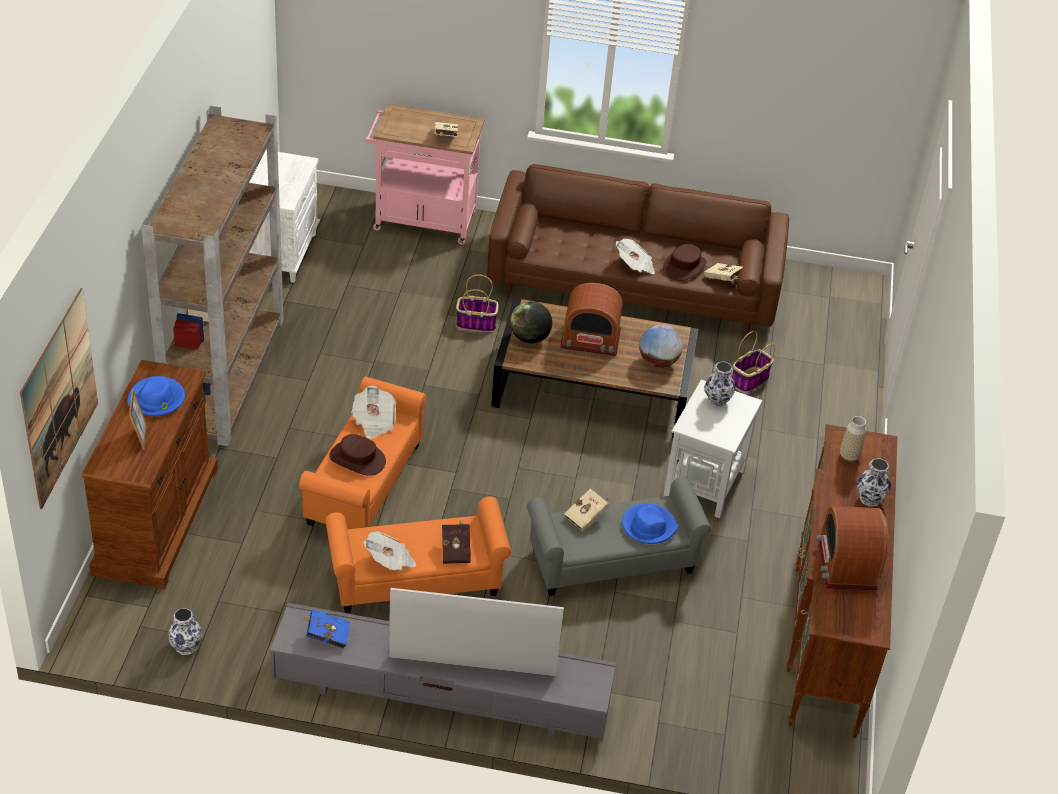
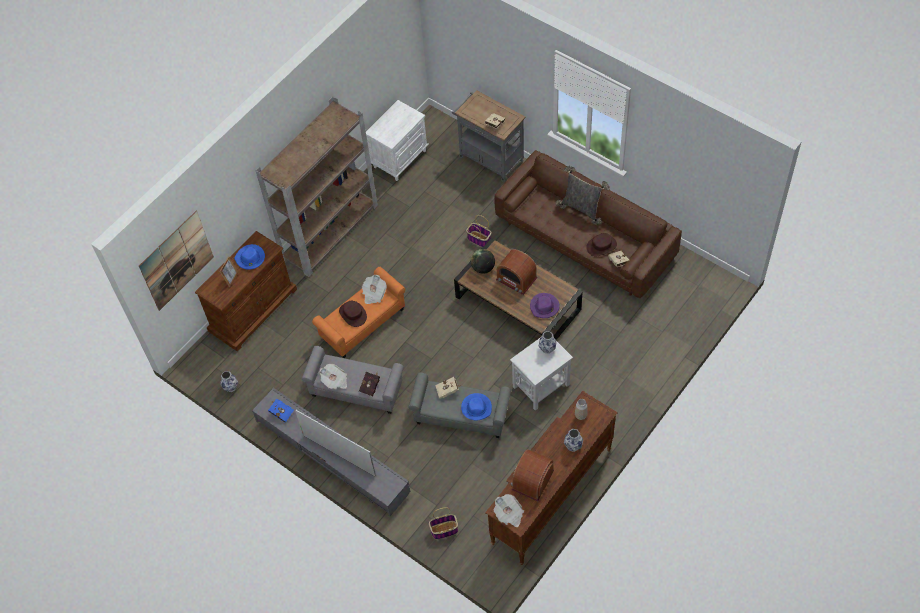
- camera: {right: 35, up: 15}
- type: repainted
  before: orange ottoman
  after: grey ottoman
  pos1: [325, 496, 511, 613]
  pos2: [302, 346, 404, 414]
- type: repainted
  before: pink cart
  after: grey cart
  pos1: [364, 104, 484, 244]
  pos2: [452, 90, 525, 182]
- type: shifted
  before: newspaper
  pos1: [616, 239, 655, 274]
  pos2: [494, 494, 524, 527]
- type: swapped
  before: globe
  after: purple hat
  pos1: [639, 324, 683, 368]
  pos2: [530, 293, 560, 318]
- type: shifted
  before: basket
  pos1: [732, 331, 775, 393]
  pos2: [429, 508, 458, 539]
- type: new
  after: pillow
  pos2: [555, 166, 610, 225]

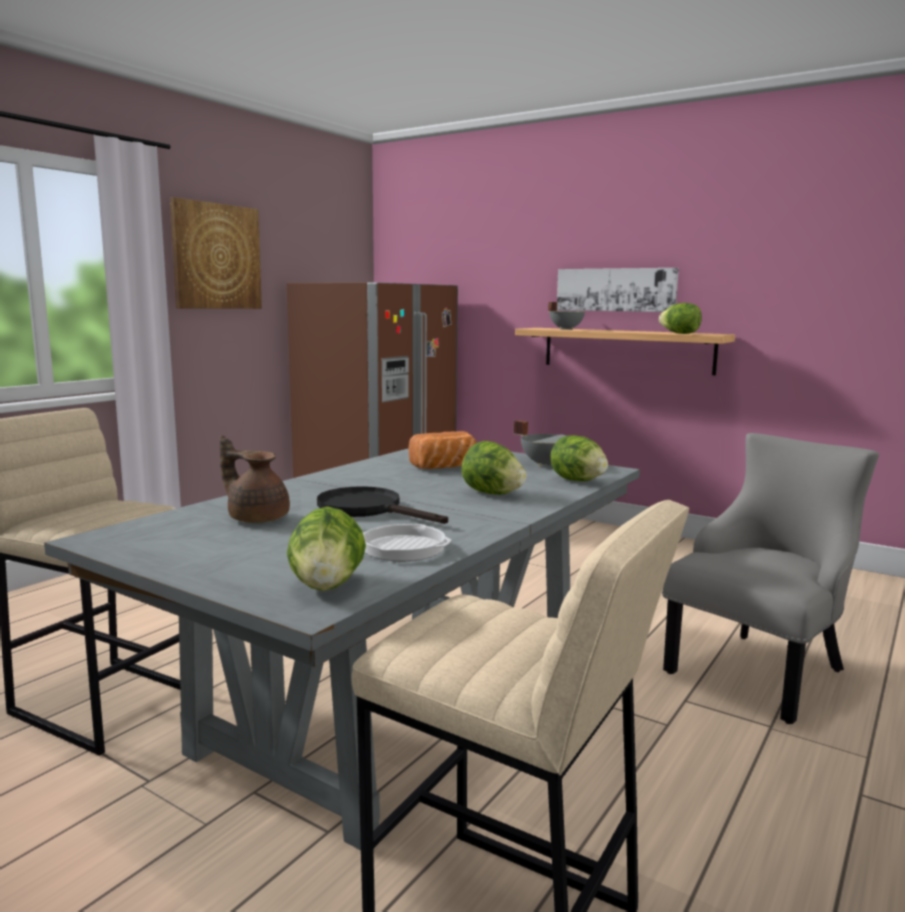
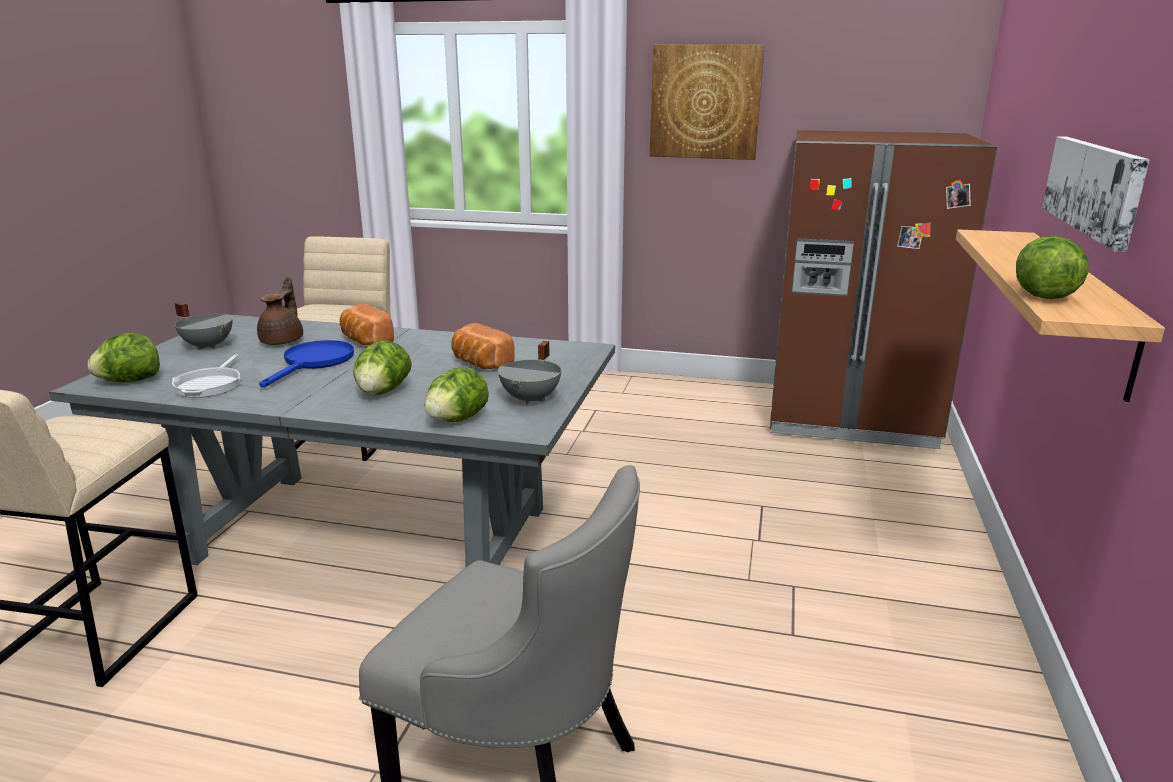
- camera: {right: 70, up: 10}
- type: repainted
  before: black frying pan
  after: blue frying pan
  pos1: [317, 486, 448, 524]
  pos2: [259, 340, 354, 387]
- type: shifted
  before: grey cooking pot
  pos1: [548, 302, 585, 330]
  pos2: [174, 302, 233, 350]
- type: new
  after: bread
  pos2: [340, 303, 394, 345]

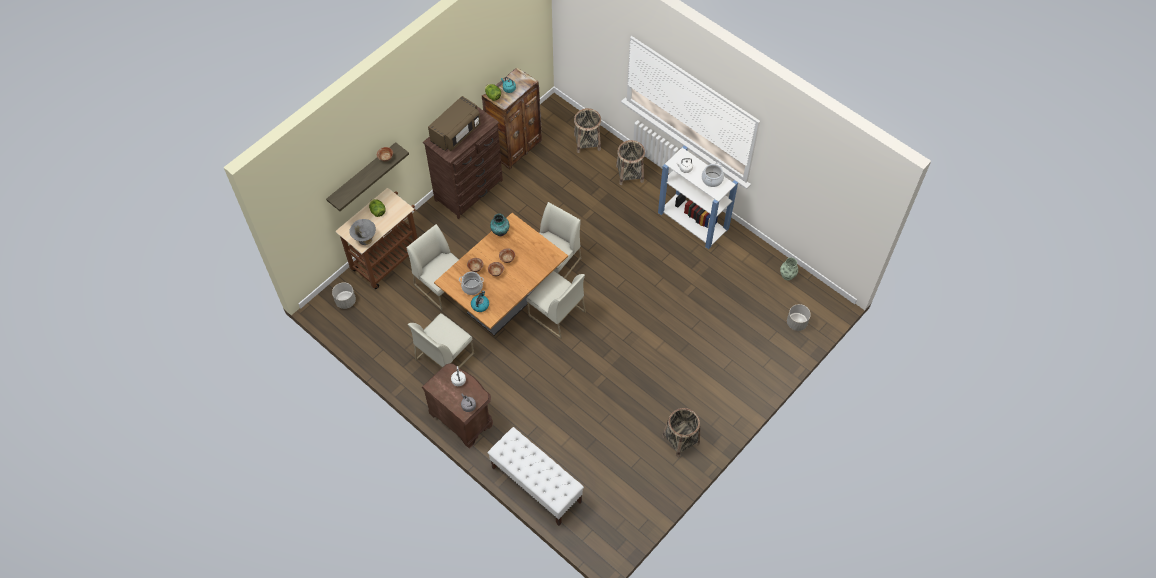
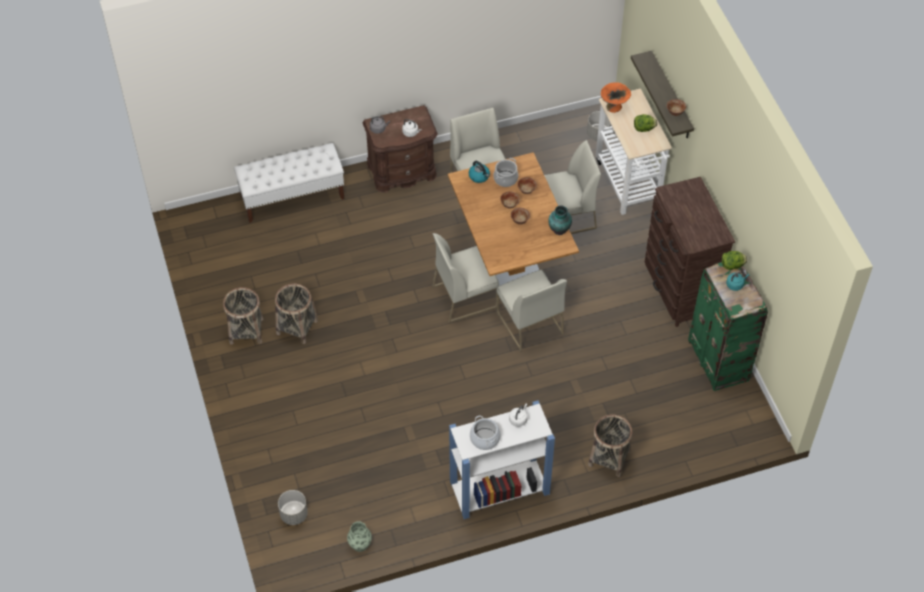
- camera: {right: 120, up: -5}
- type: repainted
  before: brown cart
  after: white cart
  pos1: [336, 188, 417, 289]
  pos2: [596, 89, 672, 215]
- type: repainted
  before: grey bowl
  after: orange bowl
  pos1: [349, 219, 376, 245]
  pos2: [601, 82, 631, 113]
- type: gone
  before: brown microwave
  pos1: [428, 96, 481, 151]
- type: repainted
  before: brown cabinet
  after: green cabinet
  pos1: [482, 68, 542, 170]
  pos2: [688, 262, 768, 391]
- type: shifted
  before: basket
  pos1: [574, 108, 601, 153]
  pos2: [275, 284, 318, 344]

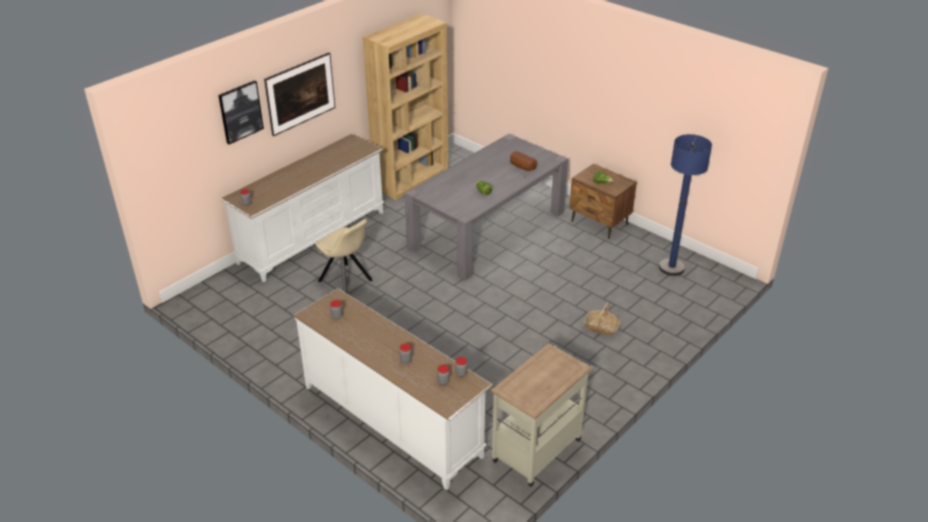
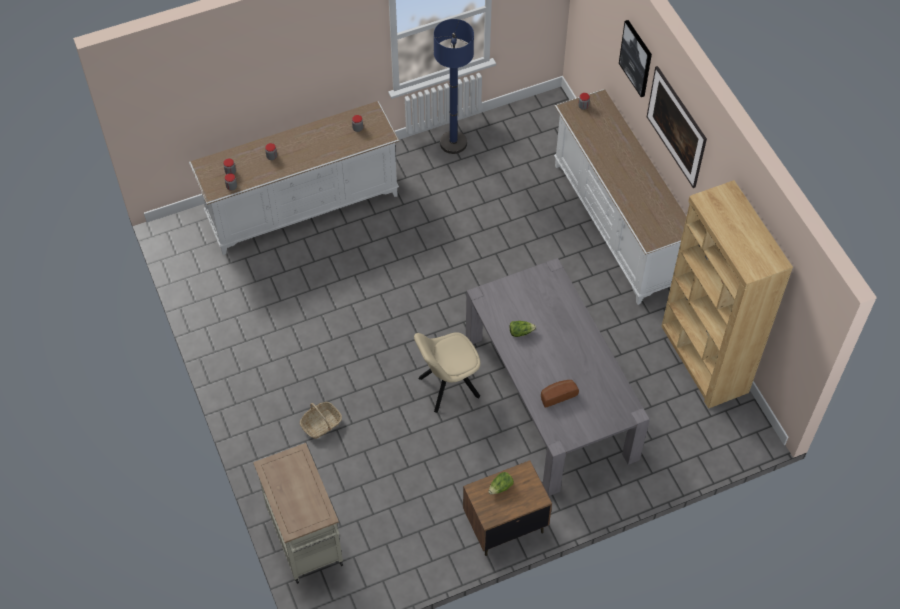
- camera: {right: 115, up: 20}
- type: shifted
  before: beige chair
  pos1: [315, 219, 372, 293]
  pos2: [414, 332, 480, 413]
- type: shifted
  before: beige cart
  pos1: [491, 343, 593, 487]
  pos2: [253, 443, 343, 584]
- type: shifted
  before: blue floor lamp
  pos1: [659, 134, 712, 276]
  pos2: [434, 19, 474, 154]

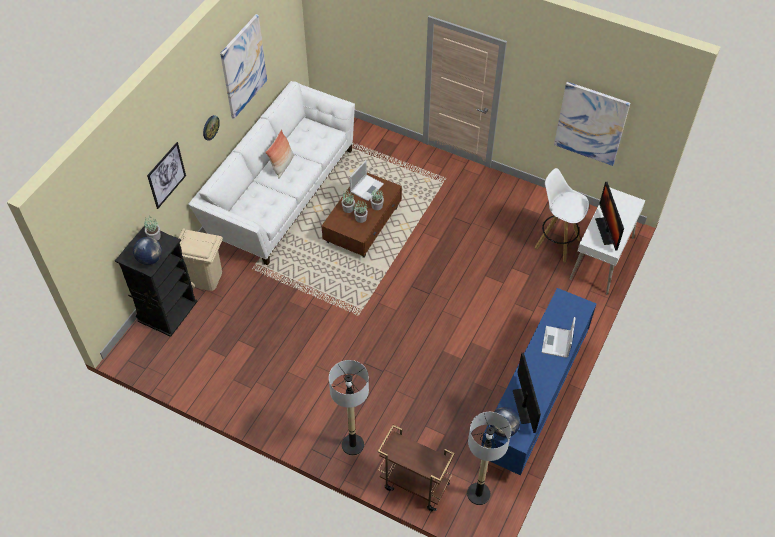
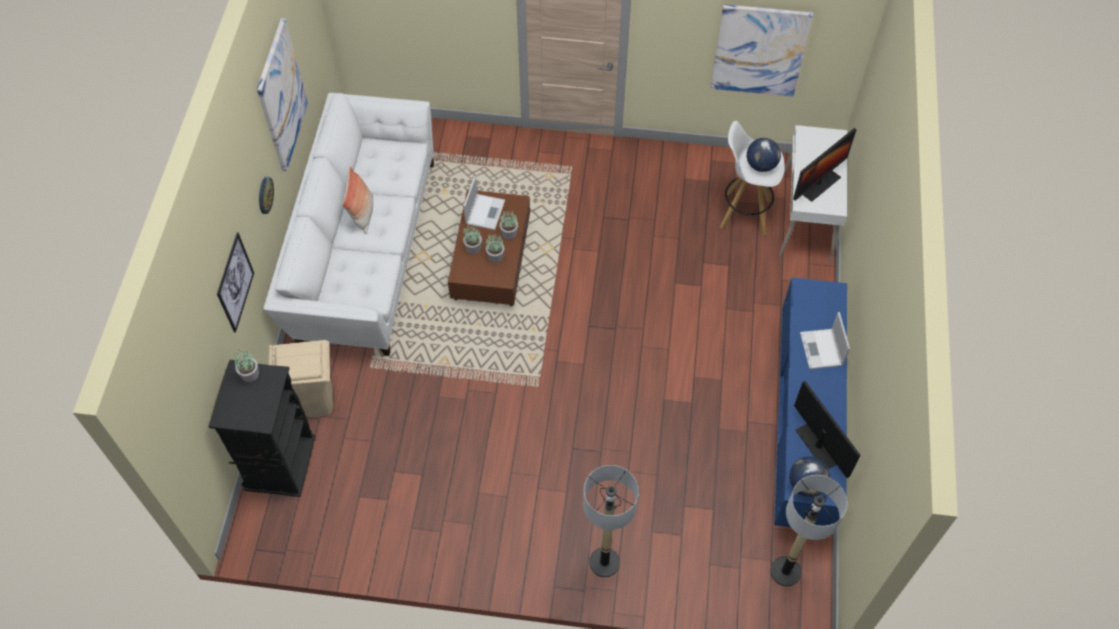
- camera: {right: -20, up: 5}
- type: shifted
  before: globe
  pos1: [133, 237, 162, 265]
  pos2: [747, 138, 781, 172]
- type: gone
  before: brown cart
  pos1: [378, 425, 455, 511]
- type: rotated
  before: monitor
  pos1: [595, 182, 624, 251]
  pos2: [793, 128, 857, 202]
  turn: -105

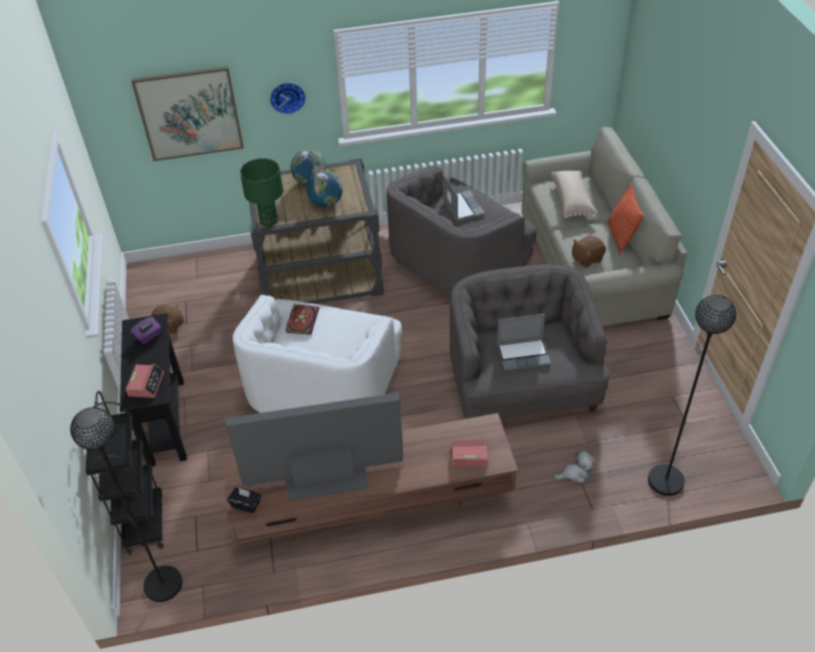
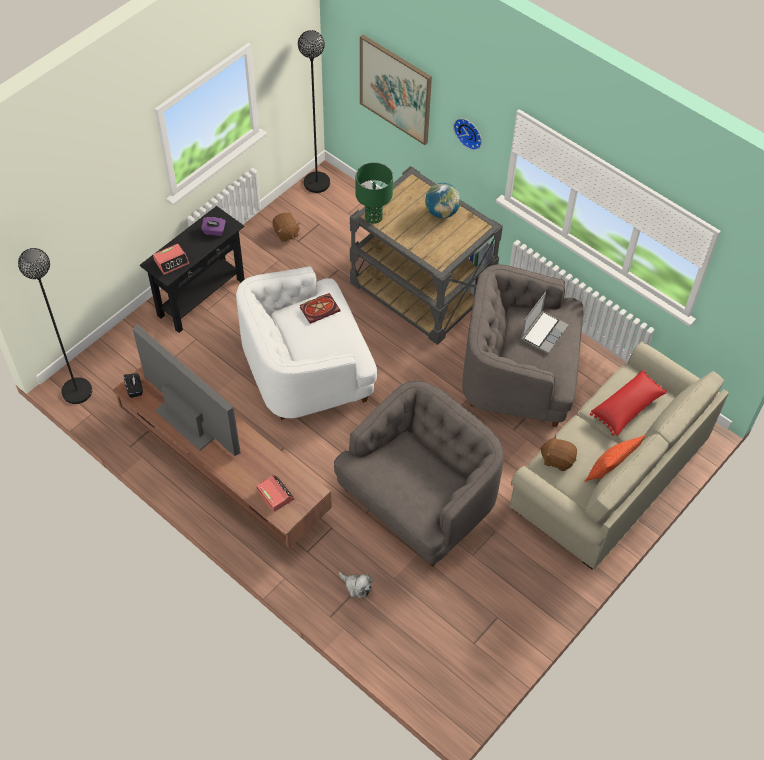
- camera: {right: 50, up: 10}
- type: gone
  before: black cart
  pos1: [85, 391, 164, 555]
- type: gone
  before: globe
  pos1: [306, 170, 343, 207]
- type: gone
  before: laptop
  pos1: [497, 314, 551, 371]
- type: repainted
  before: beige pillow
  after: red pillow
  pos1: [551, 171, 598, 218]
  pos2: [590, 371, 667, 436]
- type: shifted
  before: black floor lamp
  pos1: [648, 295, 736, 496]
  pos2: [298, 30, 330, 193]

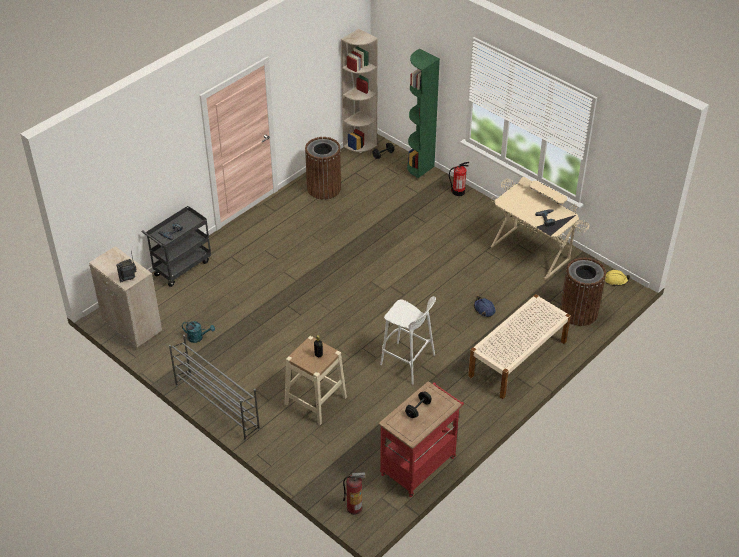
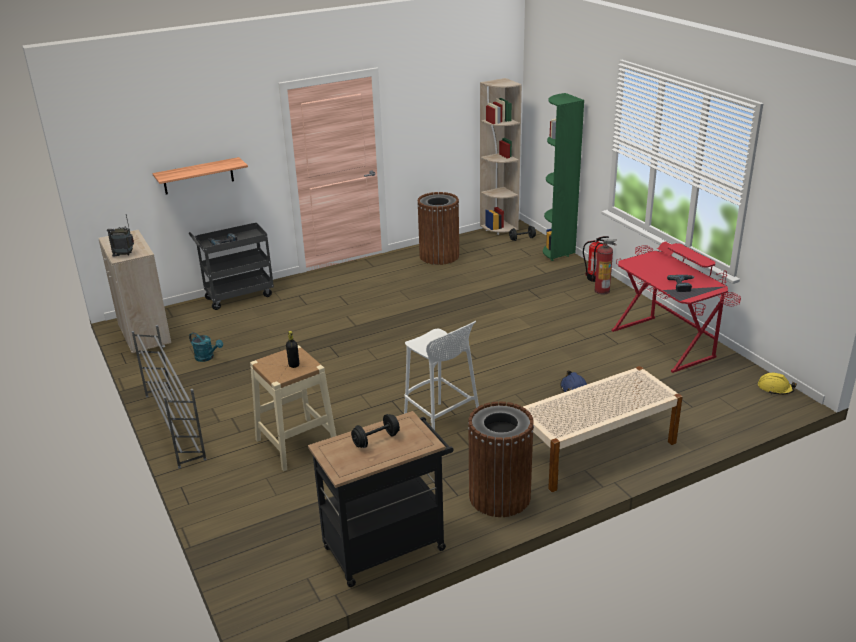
- camera: {right: 20, up: -15}
- type: shifted
  before: fire extinguisher
  pos1: [343, 472, 365, 515]
  pos2: [592, 240, 617, 294]
- type: repainted
  before: red cart
  after: black cart
  pos1: [379, 381, 464, 497]
  pos2: [308, 411, 454, 587]
- type: repainted
  before: beige desk
  after: red desk
  pos1: [491, 177, 590, 280]
  pos2: [612, 241, 741, 373]
- type: shifted
  before: brown trash can
  pos1: [560, 257, 606, 326]
  pos2: [468, 402, 534, 517]
- type: new
  after: shelf
  pos2: [152, 157, 248, 194]

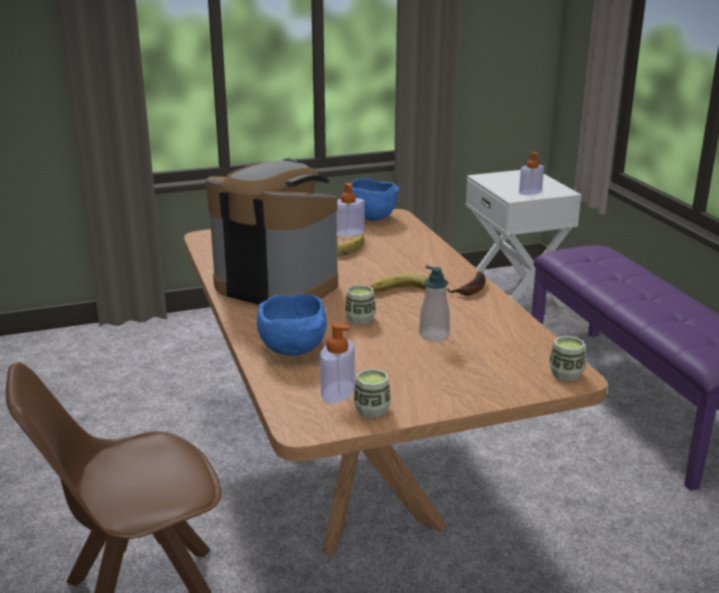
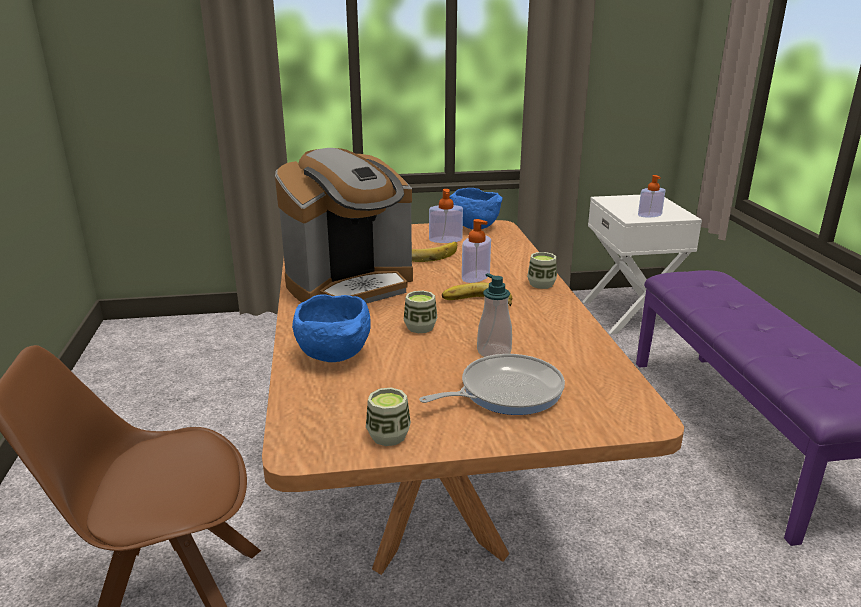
- camera: {right: 10, up: 0}
- type: rotated
  before: coffee machine
  pos1: [206, 158, 338, 305]
  pos2: [275, 148, 413, 304]
  turn: 105
- type: shifted
  before: soap dispenser
  pos1: [320, 323, 355, 403]
  pos2: [462, 219, 491, 283]
- type: gone
  before: banana
  pos1: [447, 271, 486, 295]
- type: shifted
  before: cup
  pos1: [549, 336, 585, 381]
  pos2: [527, 252, 557, 289]
- type: new
  after: frying pan
  pos2: [419, 354, 565, 415]

